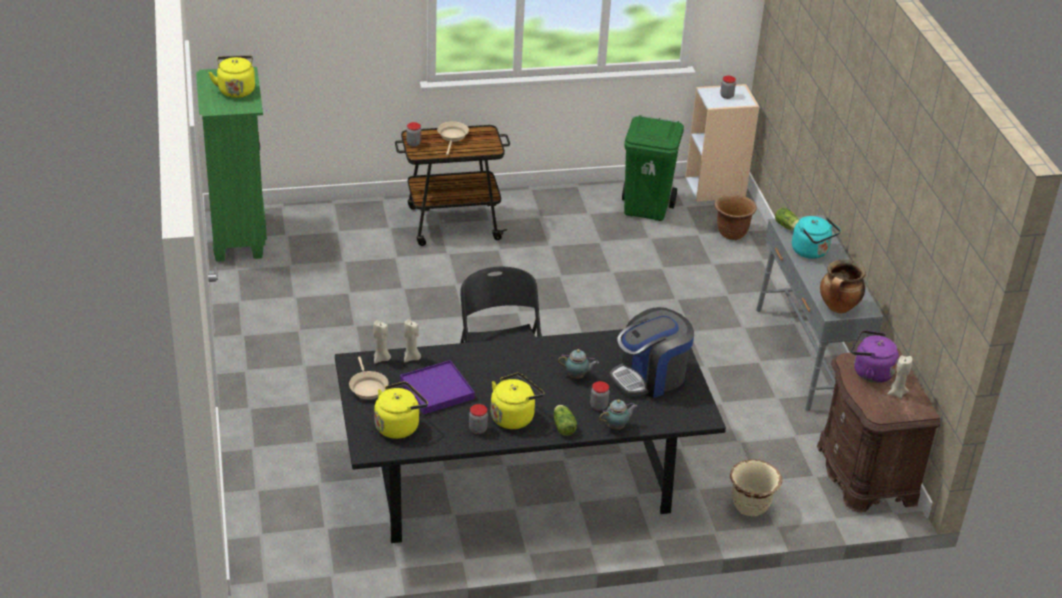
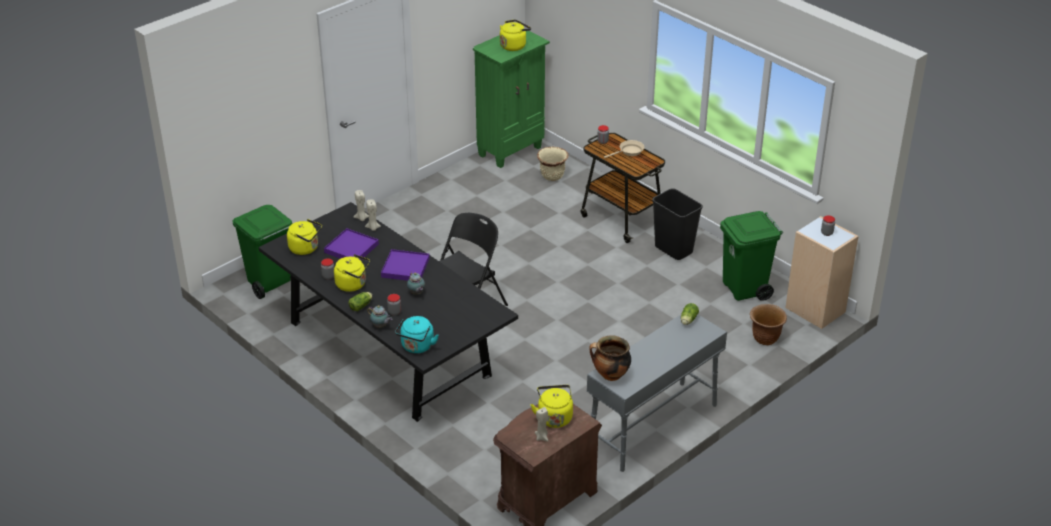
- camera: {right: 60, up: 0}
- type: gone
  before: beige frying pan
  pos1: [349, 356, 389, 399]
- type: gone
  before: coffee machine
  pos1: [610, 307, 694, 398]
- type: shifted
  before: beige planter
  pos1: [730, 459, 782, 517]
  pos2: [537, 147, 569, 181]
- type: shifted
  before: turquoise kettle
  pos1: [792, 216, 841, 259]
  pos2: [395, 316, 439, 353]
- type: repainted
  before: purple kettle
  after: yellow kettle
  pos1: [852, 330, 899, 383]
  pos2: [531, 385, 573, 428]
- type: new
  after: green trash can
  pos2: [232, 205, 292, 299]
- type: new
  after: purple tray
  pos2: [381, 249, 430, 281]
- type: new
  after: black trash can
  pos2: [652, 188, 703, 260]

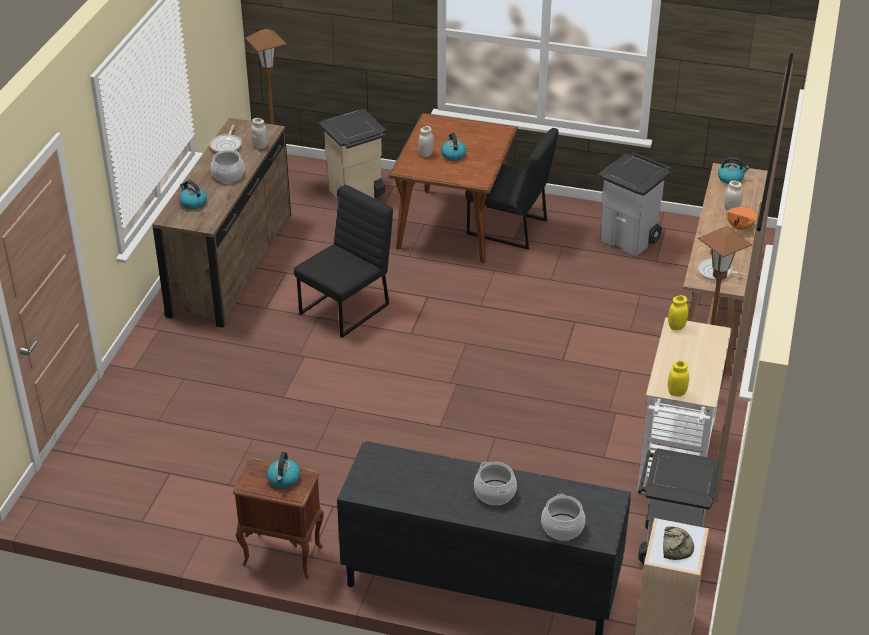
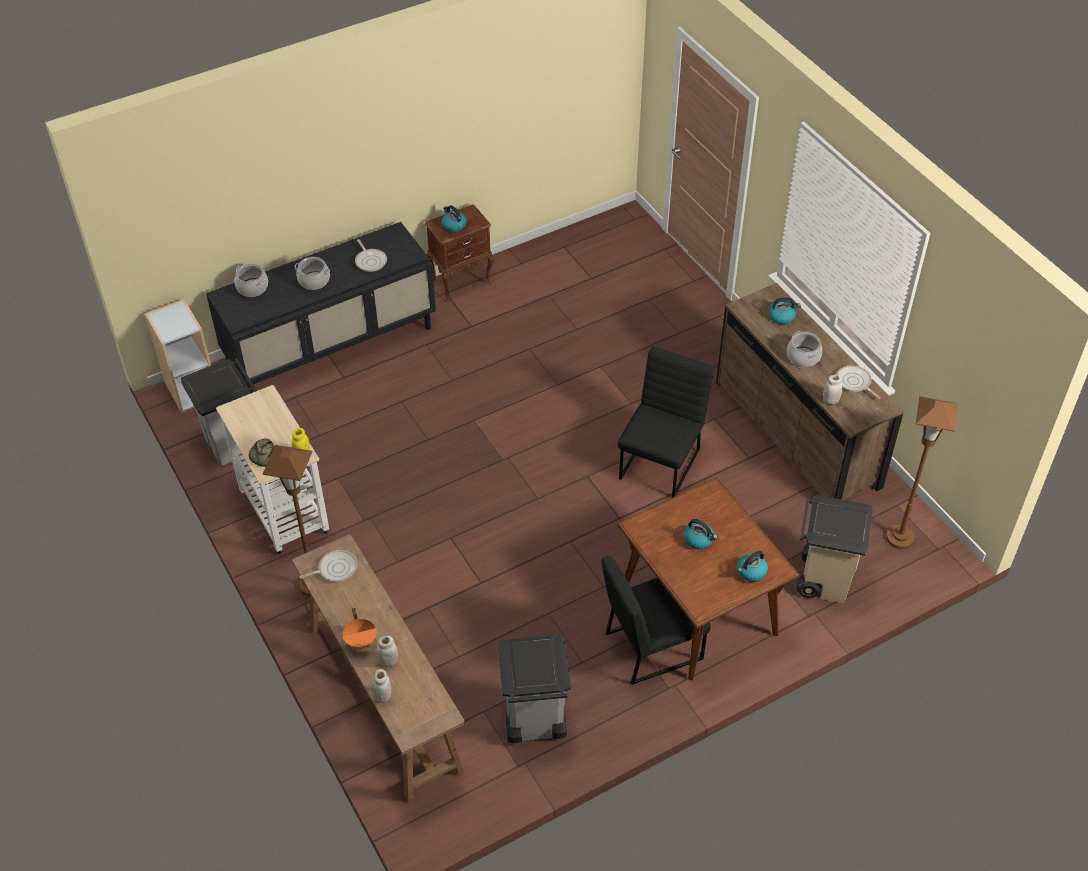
- camera: {right: 135, up: 10}
- type: rotated
  before: black chair
  pos1: [294, 185, 393, 338]
  pos2: [618, 347, 714, 498]
  turn: -150
- type: shifted
  before: white jar
  pos1: [418, 126, 434, 157]
  pos2: [373, 669, 391, 703]
- type: shifted
  before: bread
  pos1: [663, 526, 694, 560]
  pos2: [248, 438, 275, 467]
- type: gone
  before: yellow jar
  pos1: [668, 361, 689, 397]
- type: shifted
  before: kettle
  pos1: [718, 157, 749, 184]
  pos2: [737, 551, 768, 582]
- type: new
  after: frying pan
  pos2: [355, 239, 387, 272]

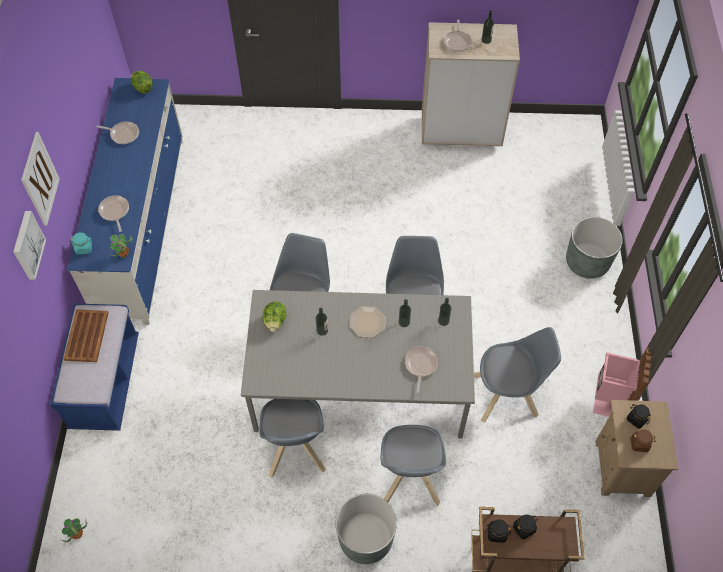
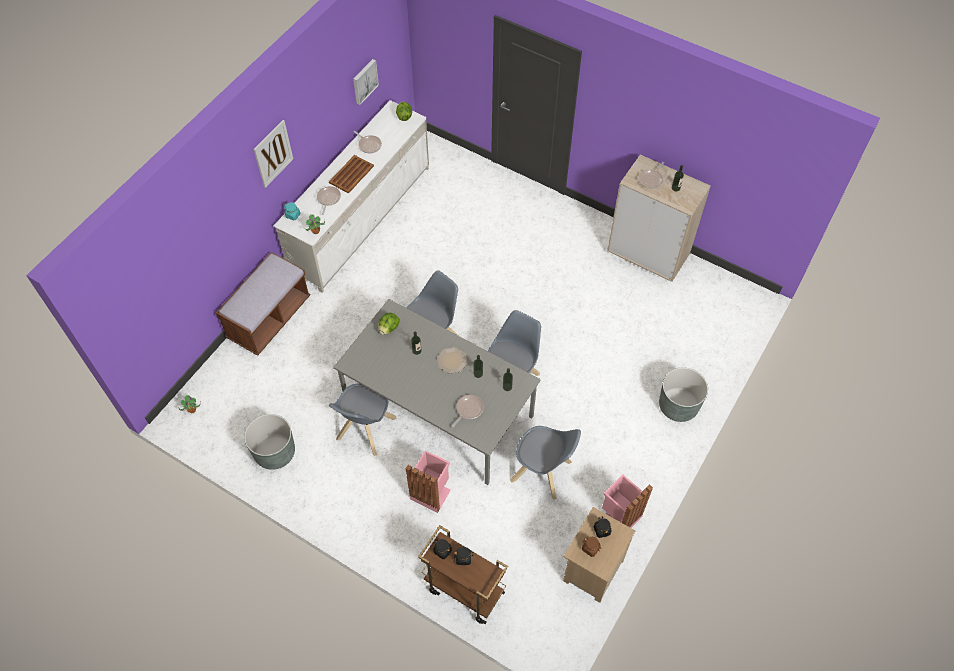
- camera: {right: 30, up: 0}
- type: shifted
  before: picture
  pos1: [13, 211, 46, 280]
  pos2: [353, 59, 379, 105]
- type: repainted
  before: blue bench
  after: brown bench
  pos1: [50, 303, 139, 431]
  pos2: [216, 252, 311, 356]
- type: shifted
  before: brown tray
  pos1: [63, 309, 109, 362]
  pos2: [329, 155, 374, 193]
- type: repainted
  before: blue cabinet
  after: white cabinet
  pos1: [67, 78, 183, 325]
  pos2: [274, 100, 429, 293]
- type: shifted
  before: grey planter
  pos1: [336, 494, 397, 564]
  pos2: [244, 414, 295, 470]
- type: swapped
  before: grey chair
  after: pink trash can
  pos1: [381, 425, 446, 505]
  pos2: [406, 450, 451, 513]

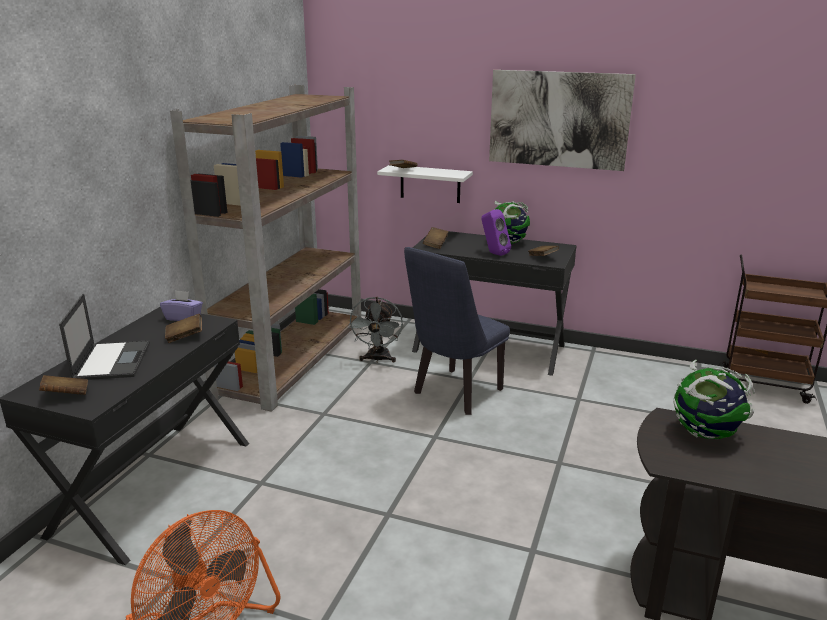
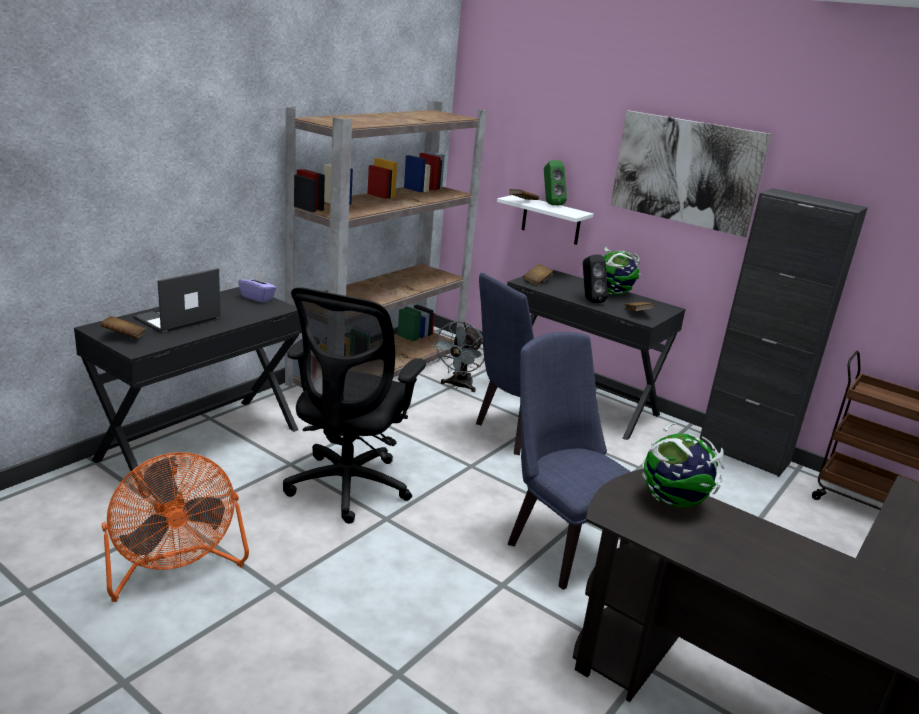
- camera: {right: 15, up: 0}
- type: rotated
  before: laptop
  pos1: [59, 294, 150, 380]
  pos2: [133, 268, 221, 334]
  turn: -150
- type: gone
  before: brown book
  pos1: [165, 314, 202, 343]
- type: repainted
  before: purple speaker
  after: black speaker
  pos1: [481, 209, 511, 256]
  pos2: [583, 255, 608, 303]
- type: new
  after: black office chair
  pos2: [283, 287, 426, 524]
- type: new
  after: blue chair
  pos2: [508, 332, 631, 590]
- type: new
  after: green speaker
  pos2: [544, 160, 567, 206]
- type: new
  after: black cabinet
  pos2: [700, 188, 868, 477]

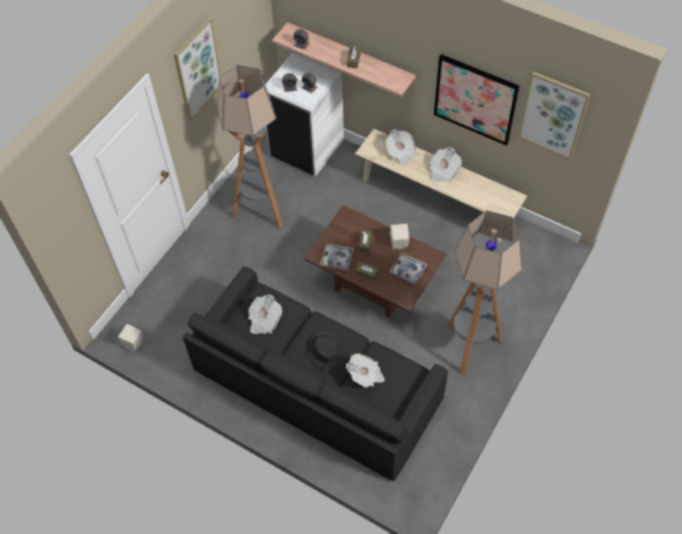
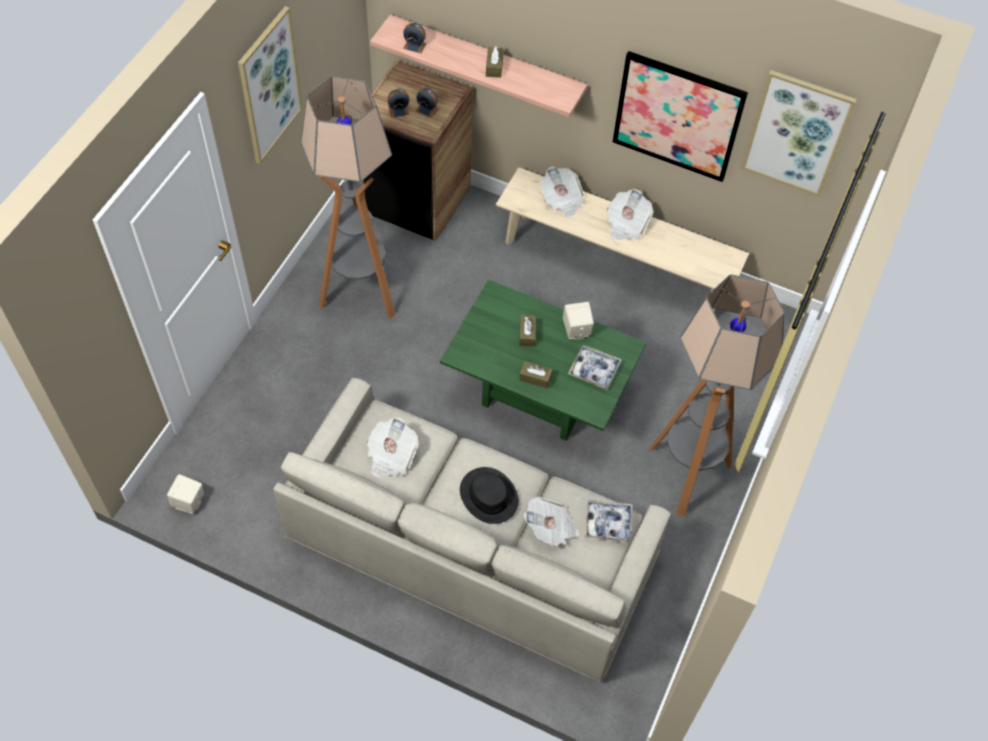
- camera: {right: -10, up: 0}
- type: repainted
  before: black sofa
  after: beige sofa
  pos1: [183, 266, 448, 481]
  pos2: [273, 378, 671, 682]
- type: repainted
  before: white cabinet
  after: brown cabinet
  pos1: [265, 53, 344, 176]
  pos2: [362, 60, 473, 241]
- type: repainted
  before: brown coffee table
  after: green coffee table
  pos1: [304, 205, 446, 318]
  pos2: [440, 280, 646, 441]
- type: shifted
  before: tray
  pos1: [320, 244, 354, 270]
  pos2: [584, 500, 633, 543]

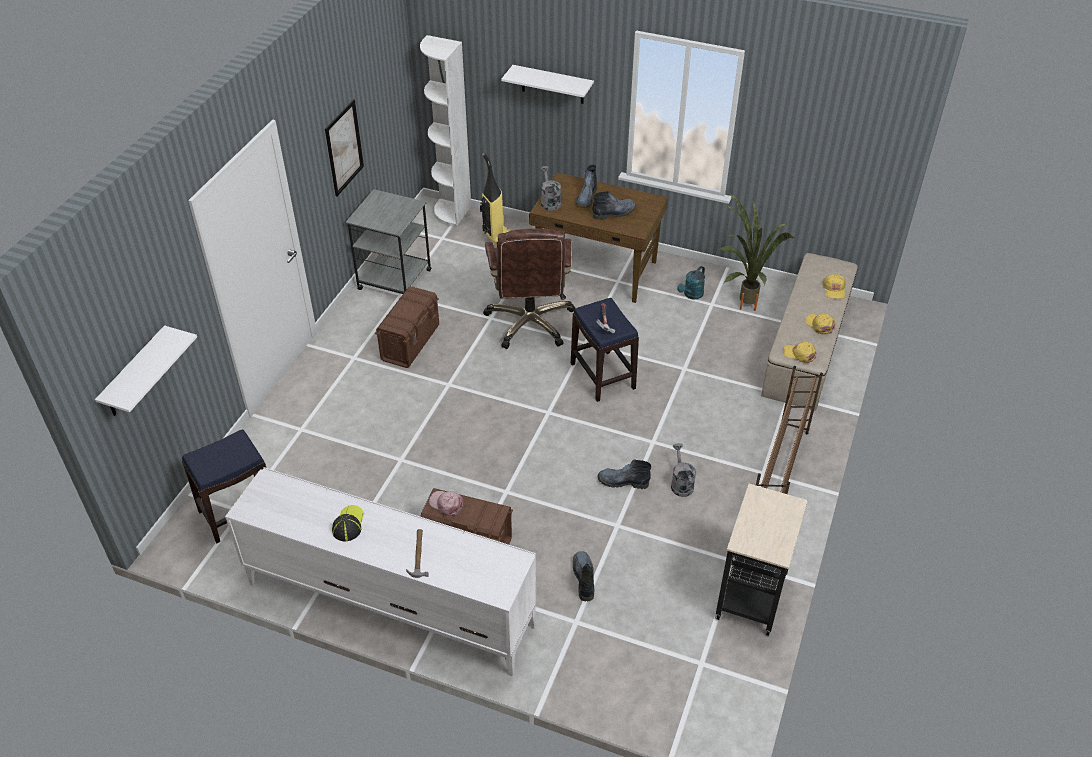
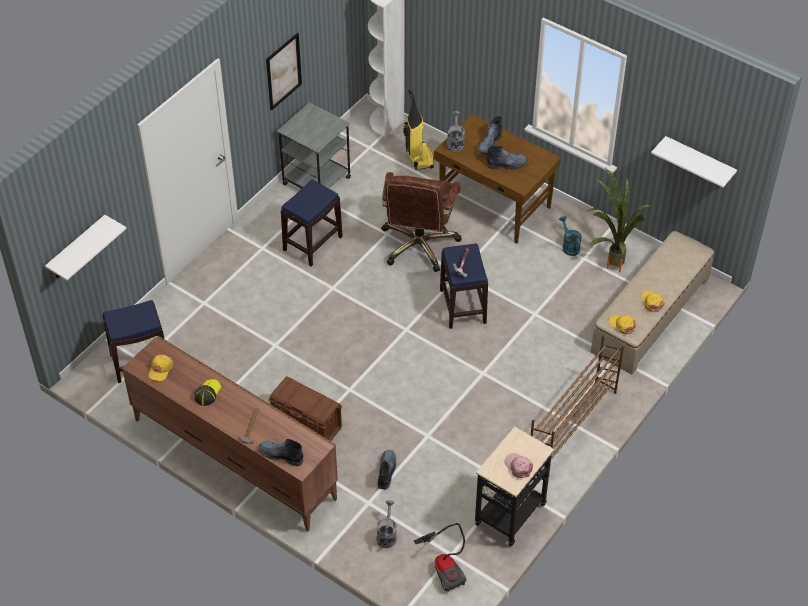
- camera: {right: 15, up: 5}
- type: repainted
  before: white cabinet
  after: brown cabinet
  pos1: [225, 467, 536, 677]
  pos2: [122, 336, 338, 531]
- type: swapped
  before: brown storage box
  after: stool
  pos1: [375, 286, 439, 368]
  pos2: [281, 180, 343, 266]
- type: shifted
  before: pink cap
  pos1: [429, 491, 463, 517]
  pos2: [504, 453, 533, 478]
- type: shifted
  before: white shelf
  pos1: [501, 65, 594, 104]
  pos2: [651, 136, 737, 188]
- type: shifted
  before: boot
  pos1: [598, 460, 651, 489]
  pos2: [258, 439, 303, 466]
- type: shifted
  before: grey watering can
  pos1: [671, 443, 696, 497]
  pos2: [377, 500, 397, 548]
- type: rotated
  before: turquoise watering can
  pos1: [677, 266, 705, 299]
  pos2: [559, 216, 582, 256]
  turn: 105
- type: shifted
  before: yellow cap
  pos1: [823, 274, 846, 299]
  pos2: [148, 355, 173, 381]
- type: new
  after: vacuum cleaner
  pos2: [414, 523, 466, 592]

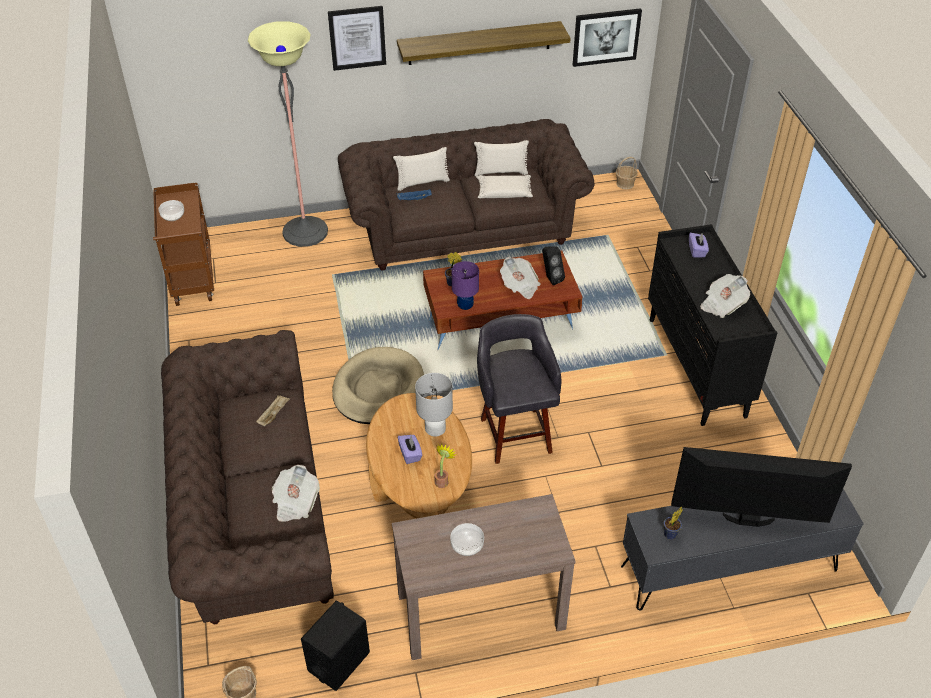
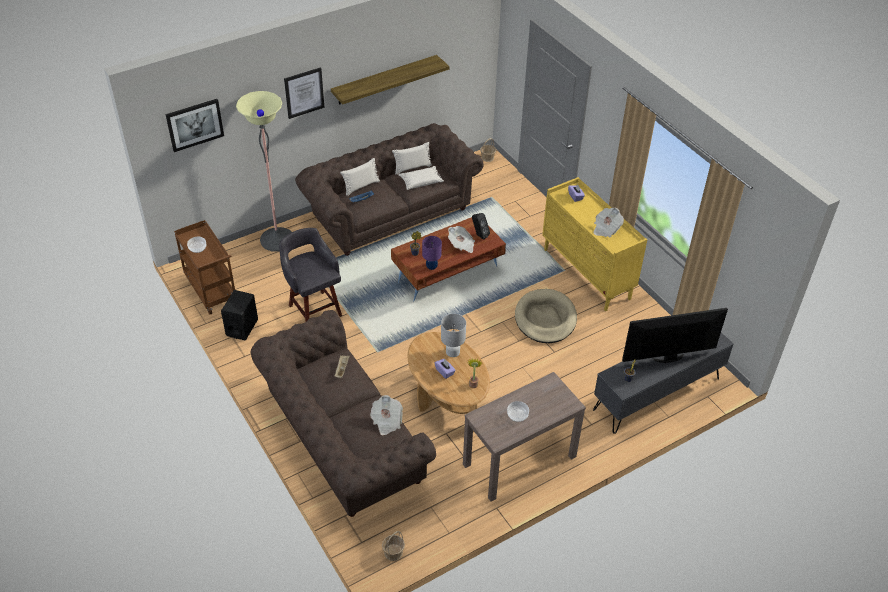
- camera: {right: -20, up: 0}
- type: shifted
  before: black speaker
  pos1: [301, 600, 370, 691]
  pos2: [221, 290, 258, 340]
- type: shifted
  before: beige dog bed
  pos1: [332, 347, 424, 424]
  pos2: [515, 289, 577, 343]
- type: shifted
  before: grey stool
  pos1: [477, 314, 561, 464]
  pos2: [279, 228, 342, 322]
- type: shifted
  before: picture
  pos1: [573, 8, 642, 67]
  pos2: [166, 99, 224, 152]
- type: repainted
  before: black cabinet
  after: yellow cabinet
  pos1: [648, 224, 777, 426]
  pos2: [542, 177, 648, 311]

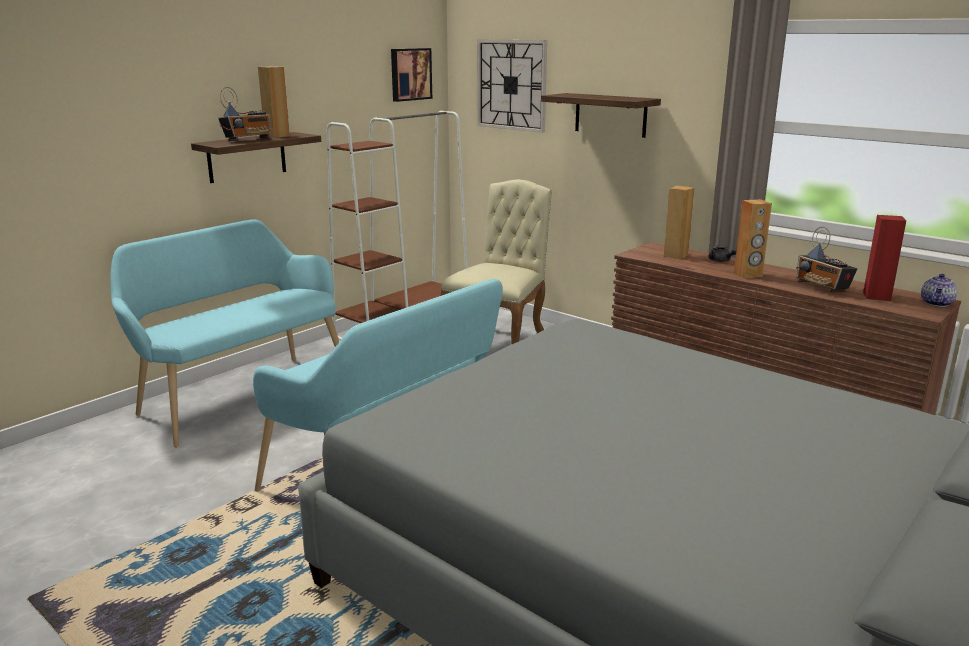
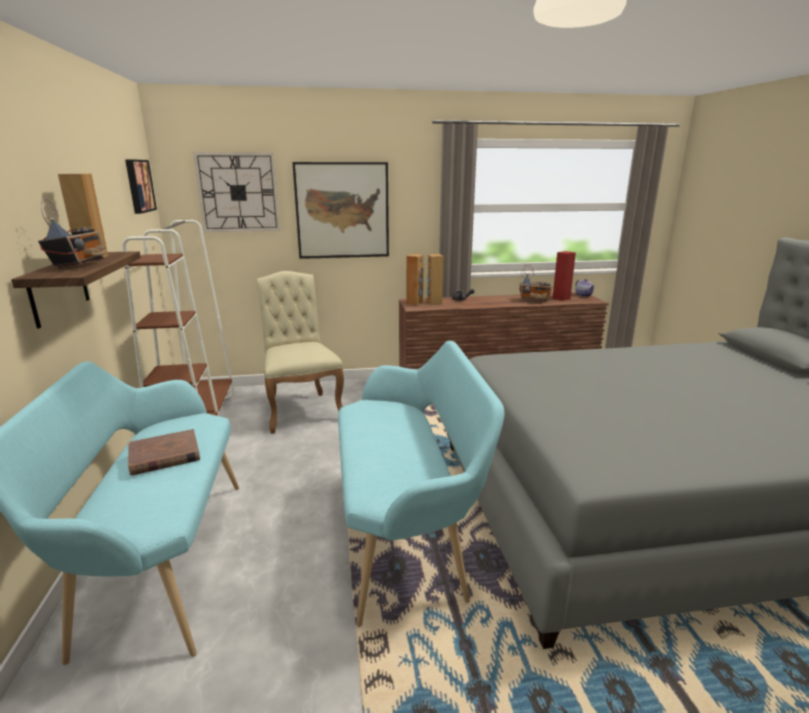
- camera: {right: -50, up: 0}
- type: swapped
  before: shelf
  after: picture
  pos1: [541, 93, 661, 138]
  pos2: [292, 162, 389, 259]
- type: shifted
  before: brown speaker
  pos1: [734, 199, 772, 278]
  pos2: [406, 254, 424, 305]
- type: new
  after: brown book
  pos2: [128, 429, 200, 475]

